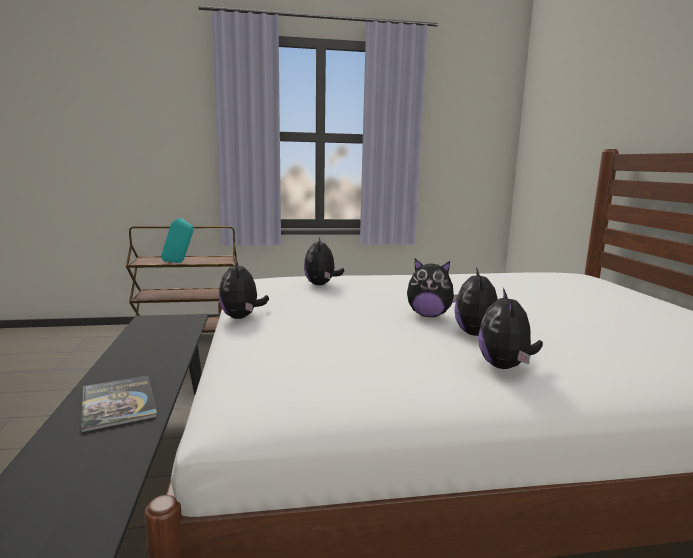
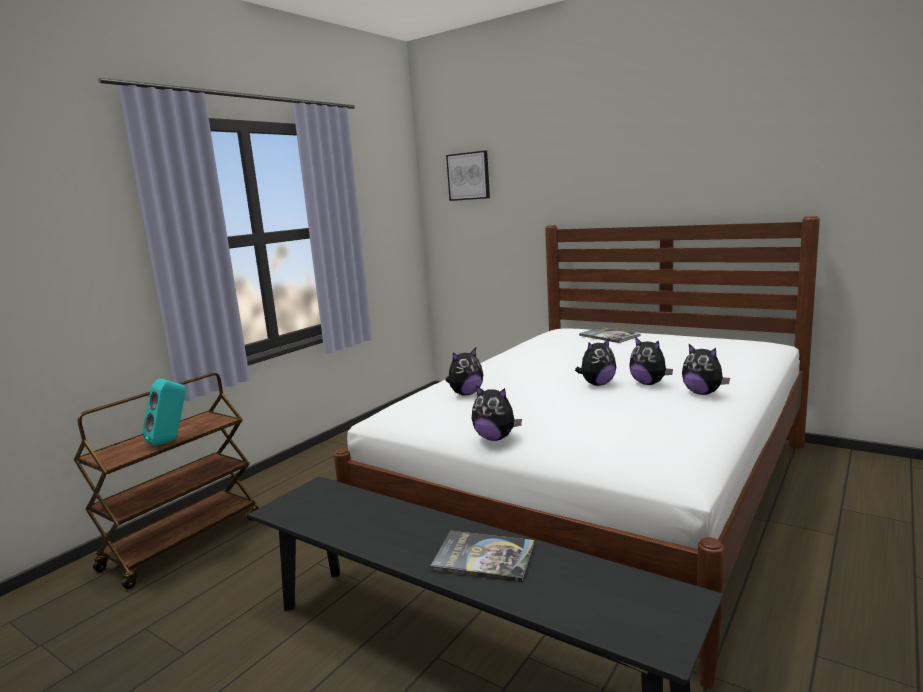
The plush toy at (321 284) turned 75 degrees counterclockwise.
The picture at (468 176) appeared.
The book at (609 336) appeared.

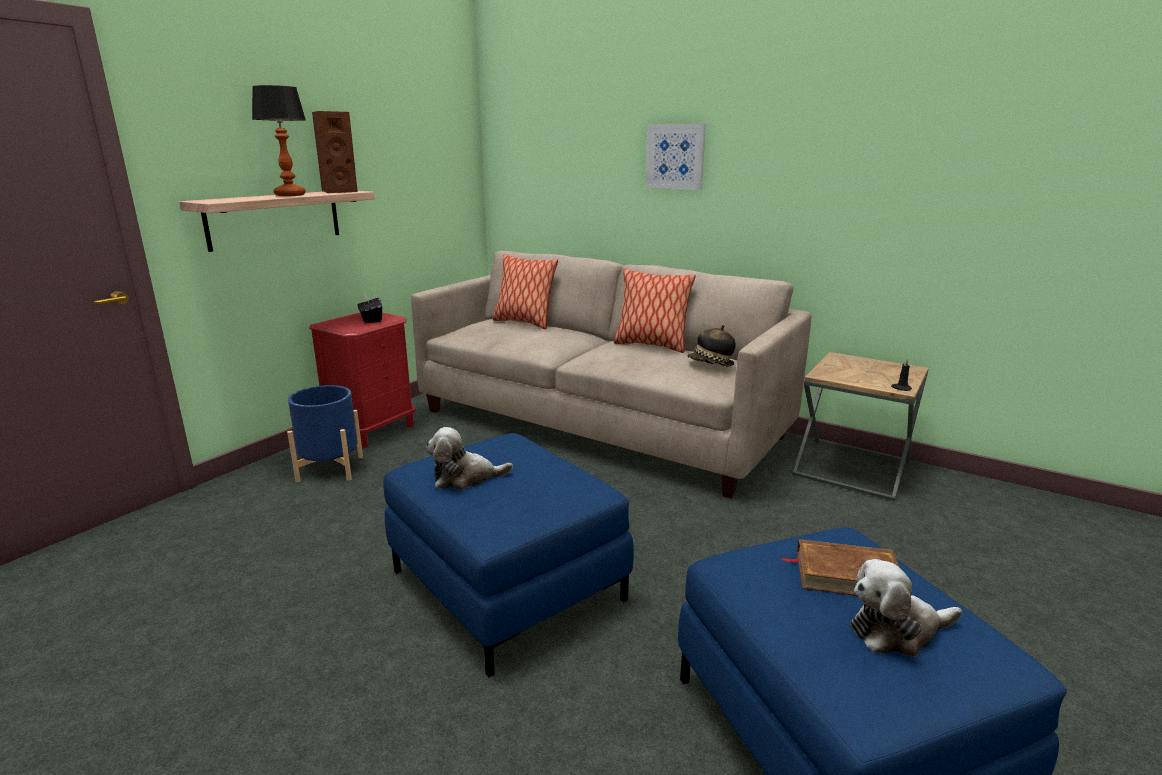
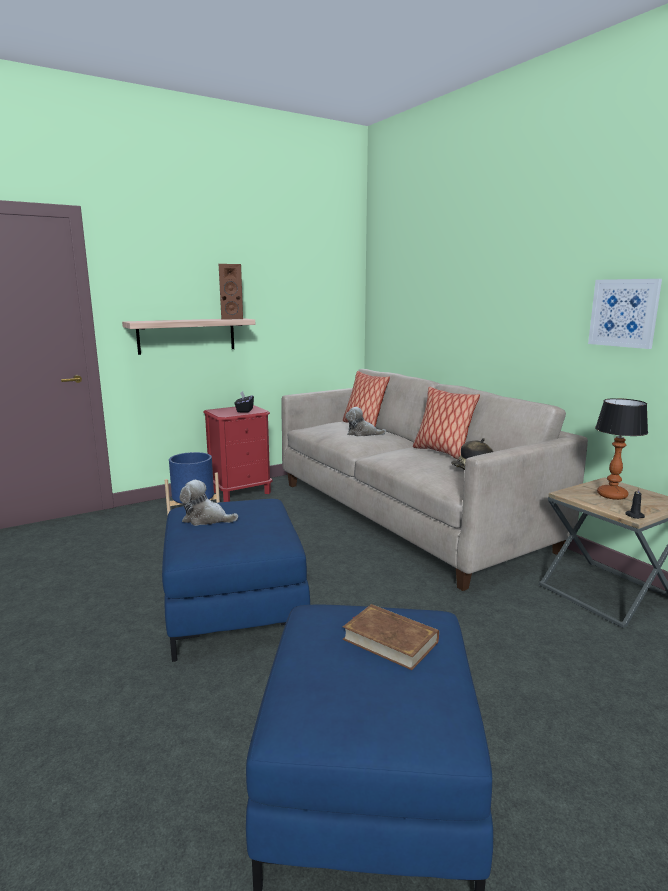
The table lamp moved from (290 195) to (612 495).
The picture moved from (675 156) to (624 313).
The plush toy moved from (896 631) to (362 434).

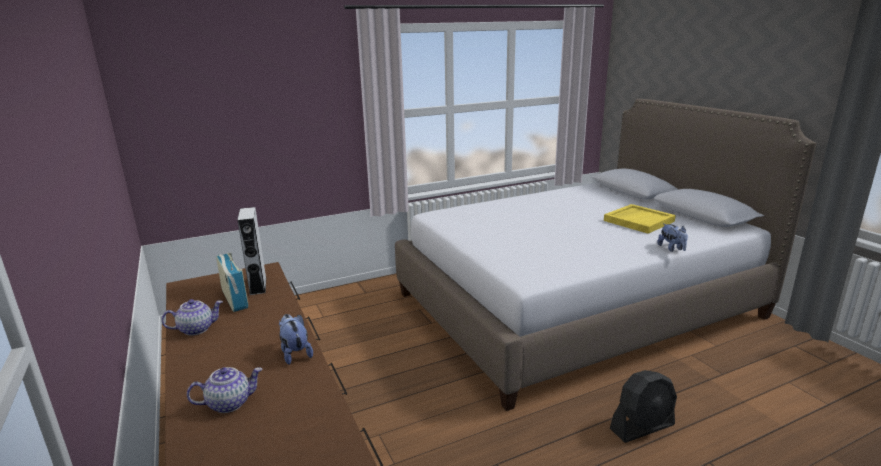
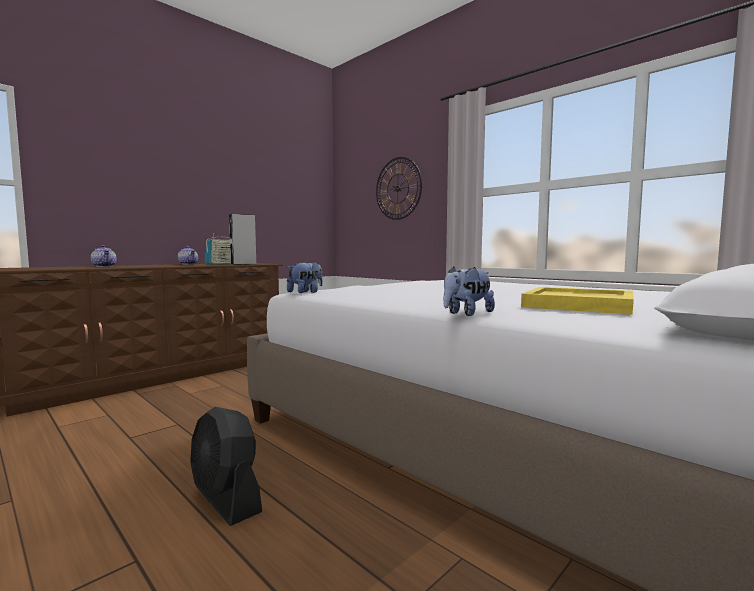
The plush toy moved from (295 353) to (305 292).
The wall clock at (398 188) appeared.

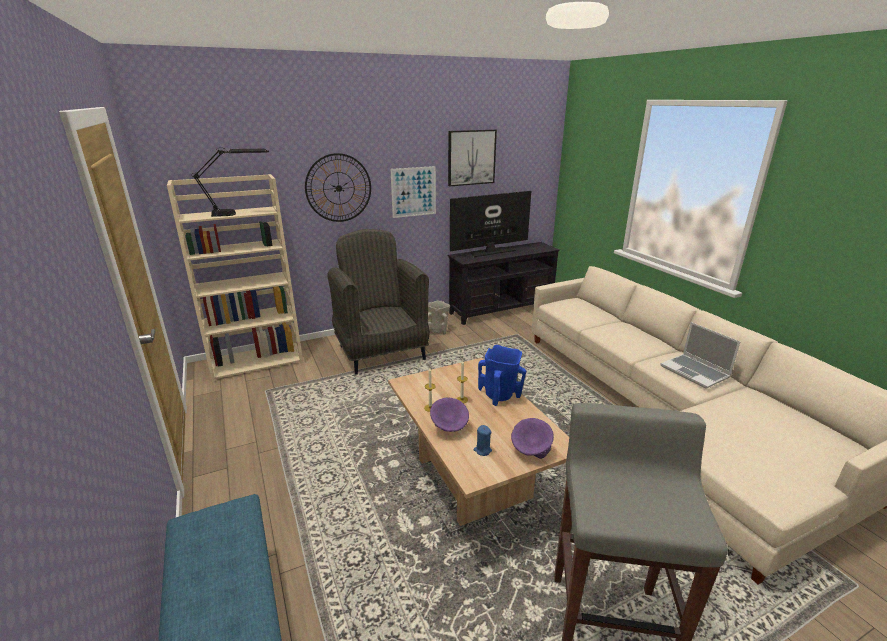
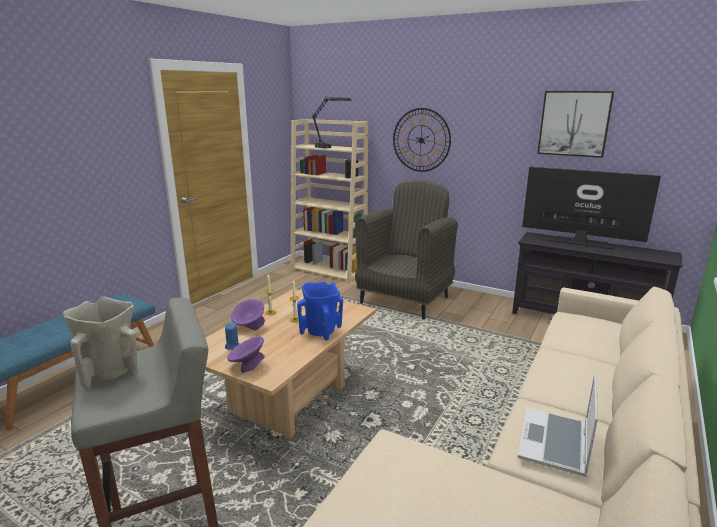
The picture at (413 192) disappeared.
The vase in beige moved from (438 330) to (110 372).

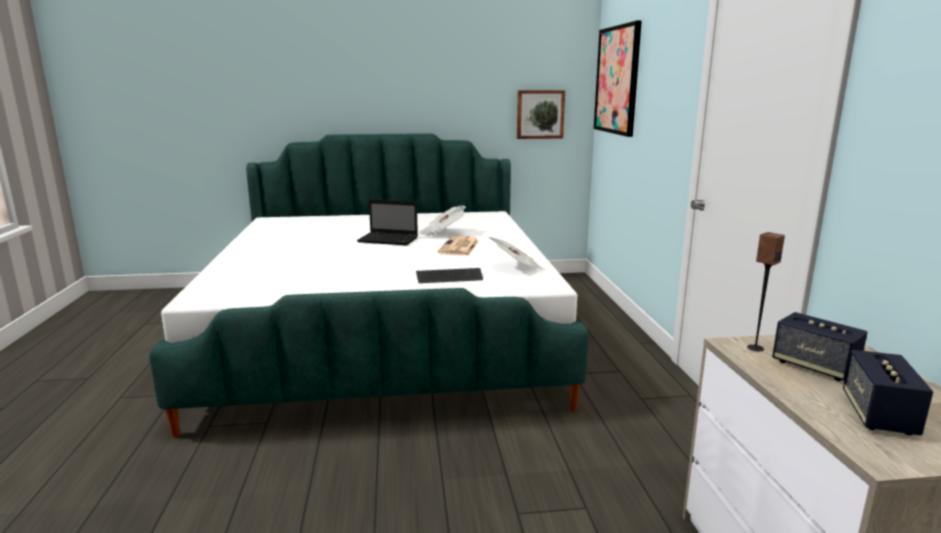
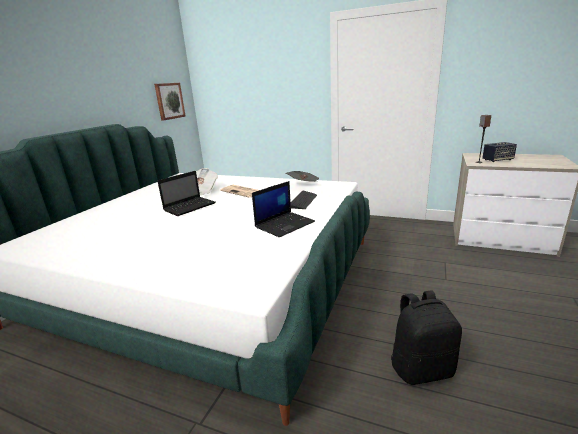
The picture at (617 80) disappeared.
The speaker at (878 415) disappeared.
The laptop at (285 224) appeared.
The backpack in black at (421 368) appeared.

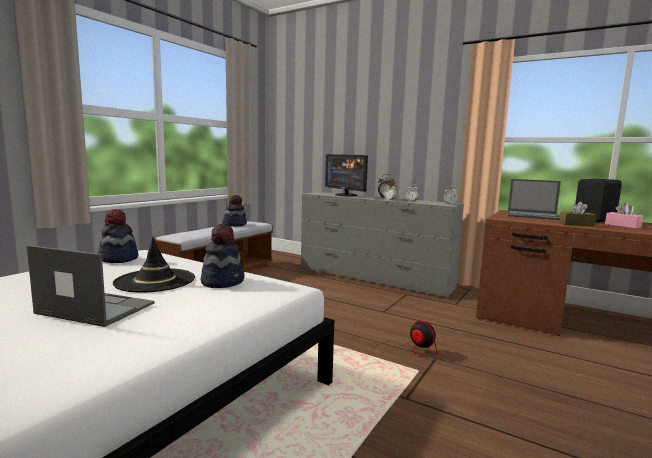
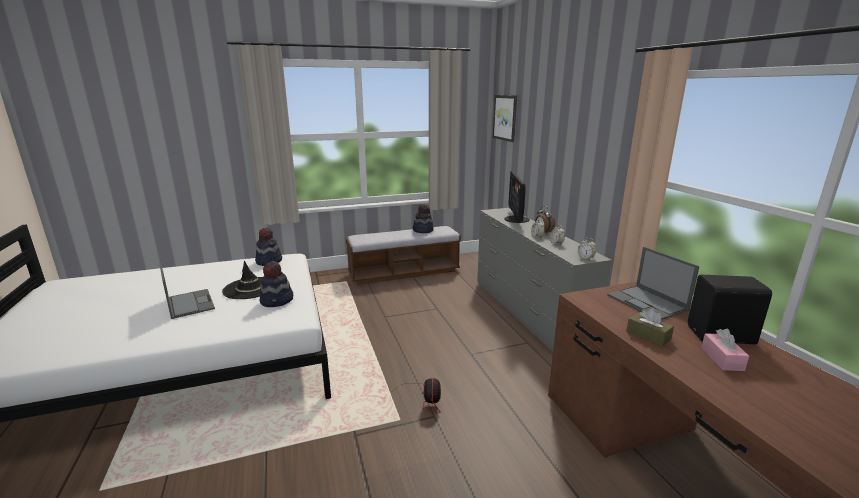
The picture at (505 117) appeared.

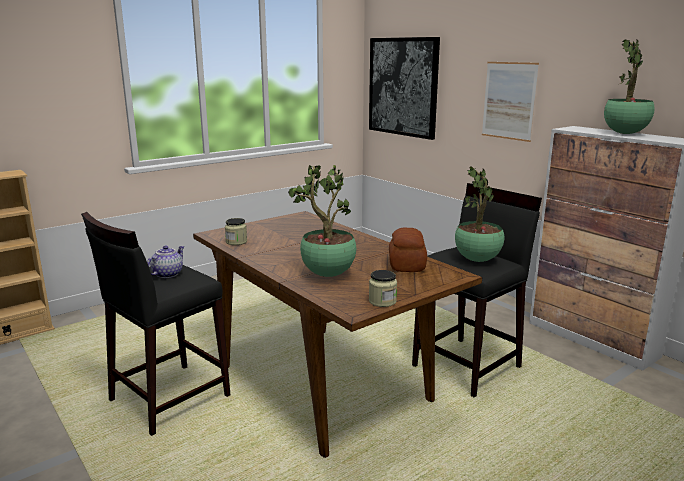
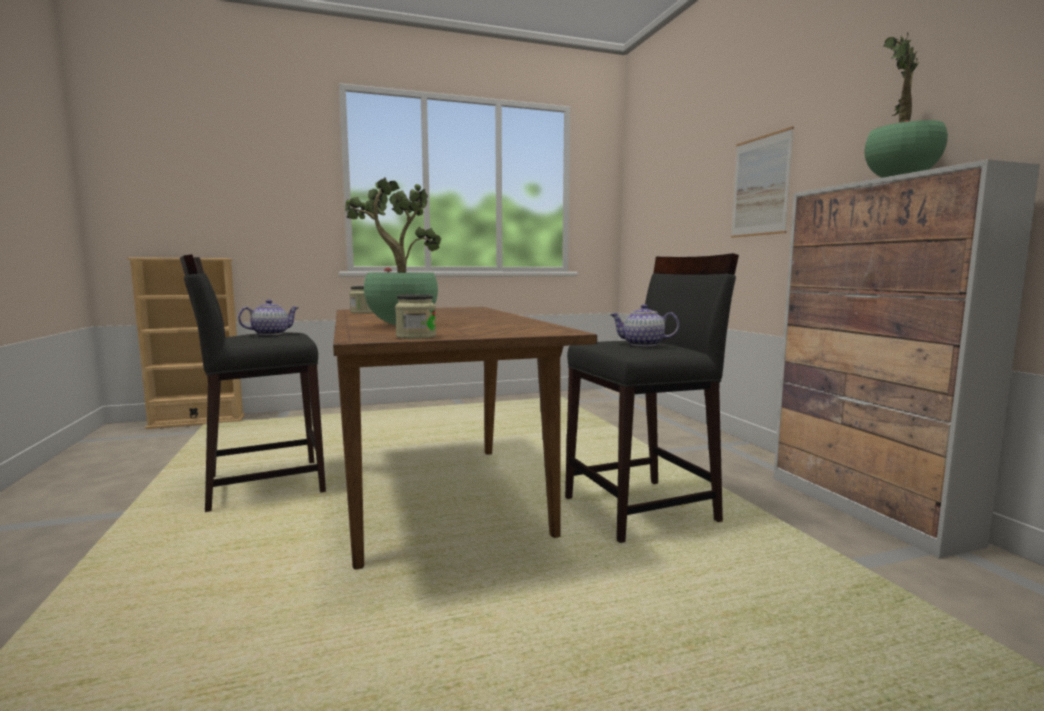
The picture at (403 87) disappeared.
The potted plant at (478 260) was replaced by the teapot at (642 344).
The bread at (407 264) disappeared.

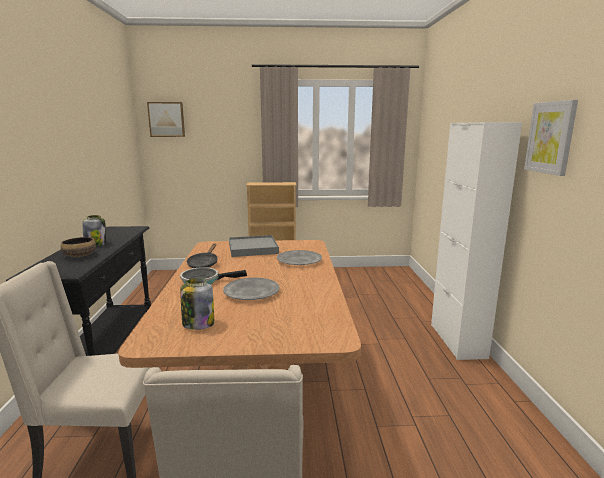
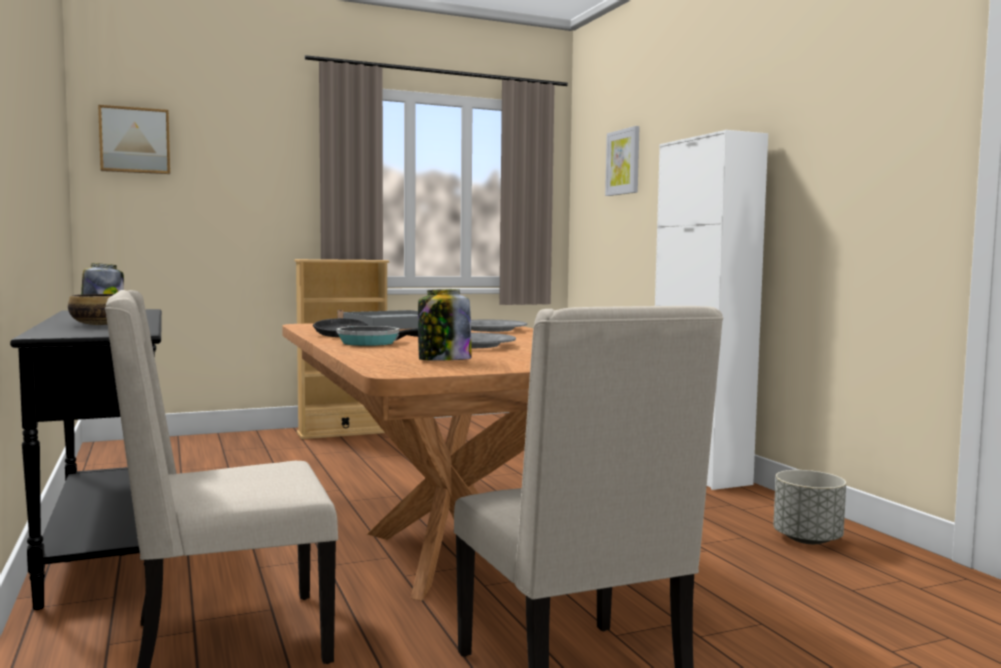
The picture moved from (551 137) to (623 162).
The planter in grey at (808 539) appeared.

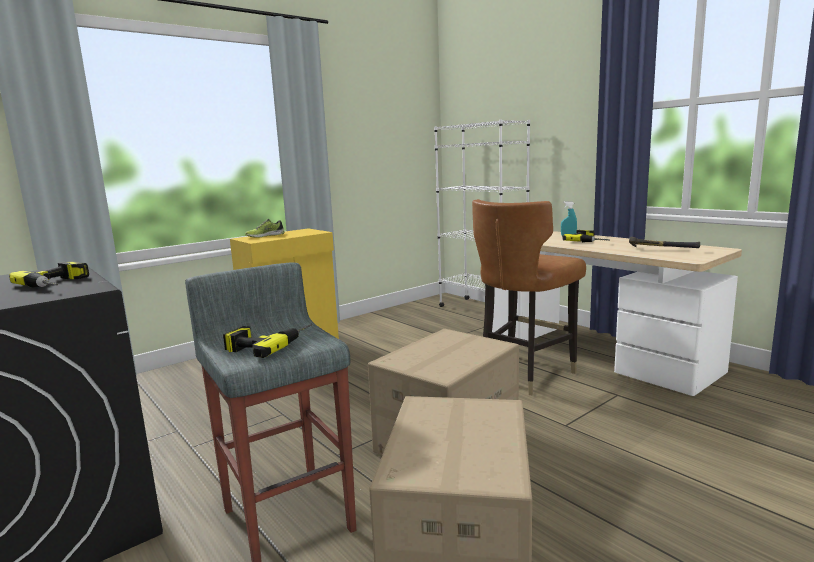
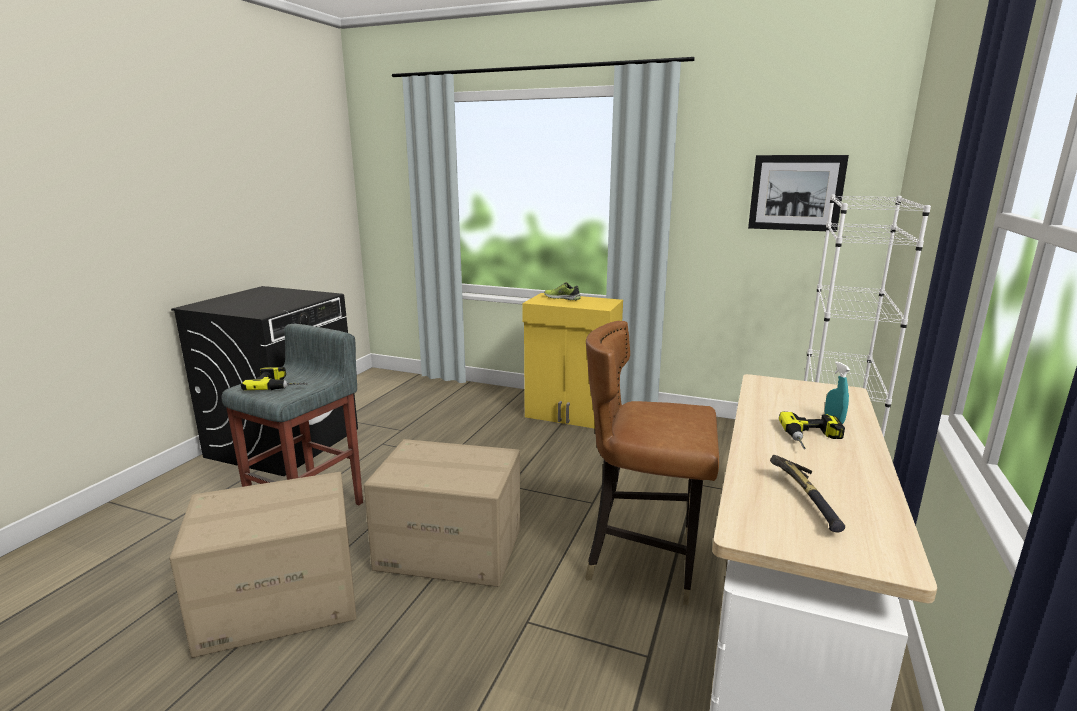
The power drill at (61 283) disappeared.
The picture at (796 193) appeared.

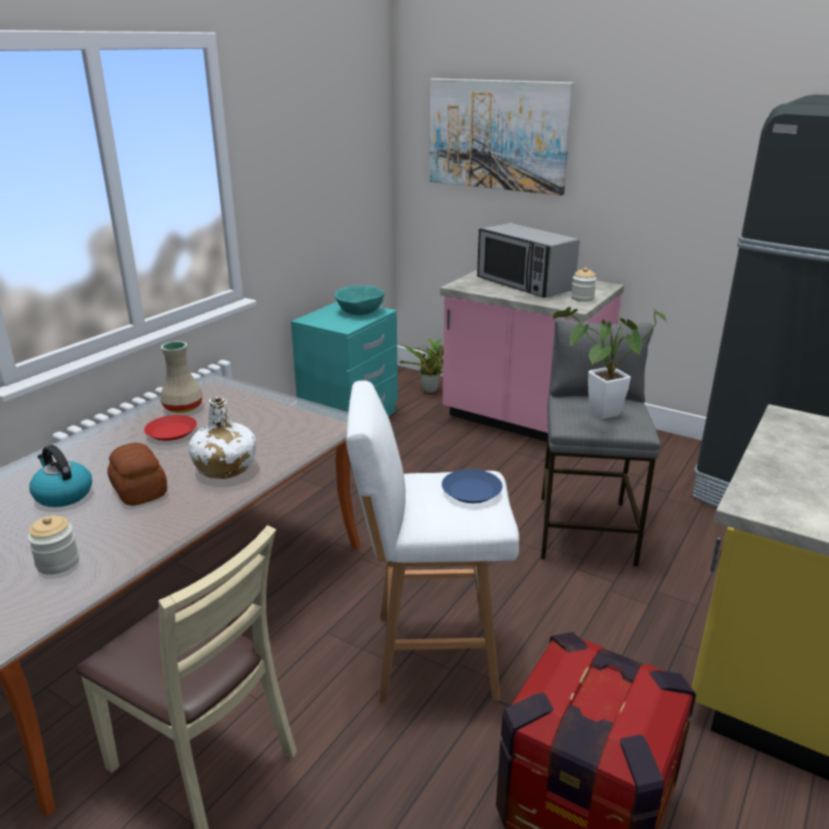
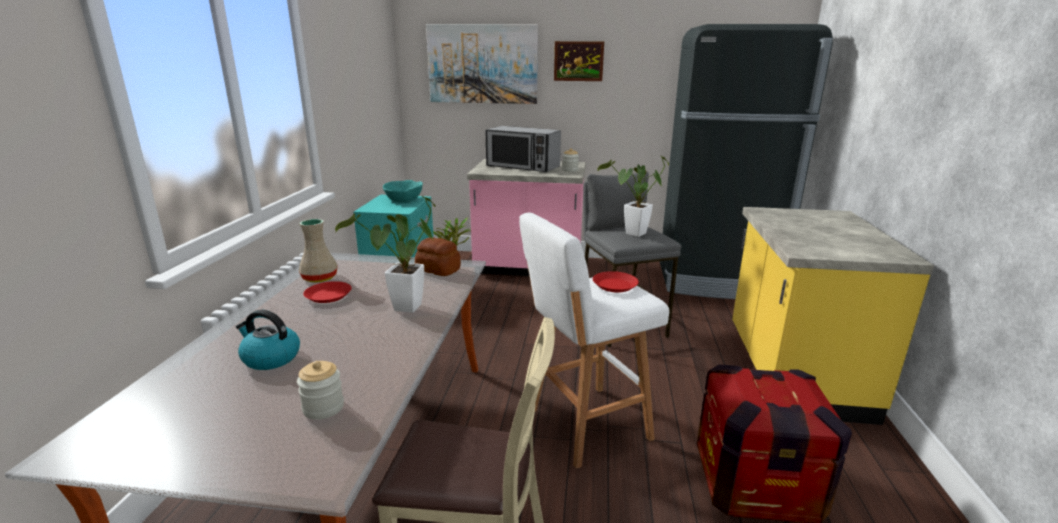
The bottle in white at (224 468) was replaced by the potted plant at (404 310).
The bread moved from (140 490) to (438 269).
The plate in blue at (471 491) became the plate in red at (614 285).
The picture at (578 61) appeared.

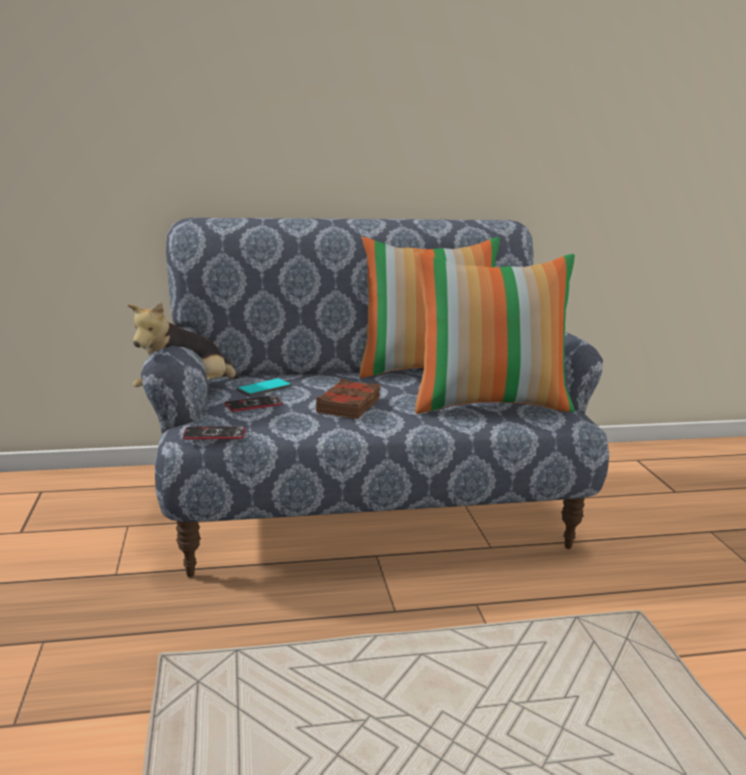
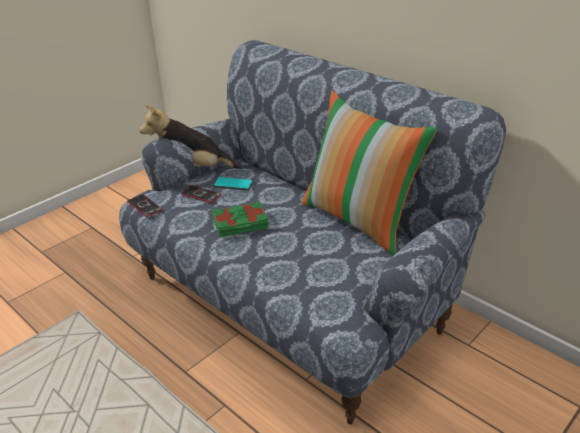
The pillow at (490 404) disappeared.
The book in brown at (350 405) became the book in green at (240 224).

